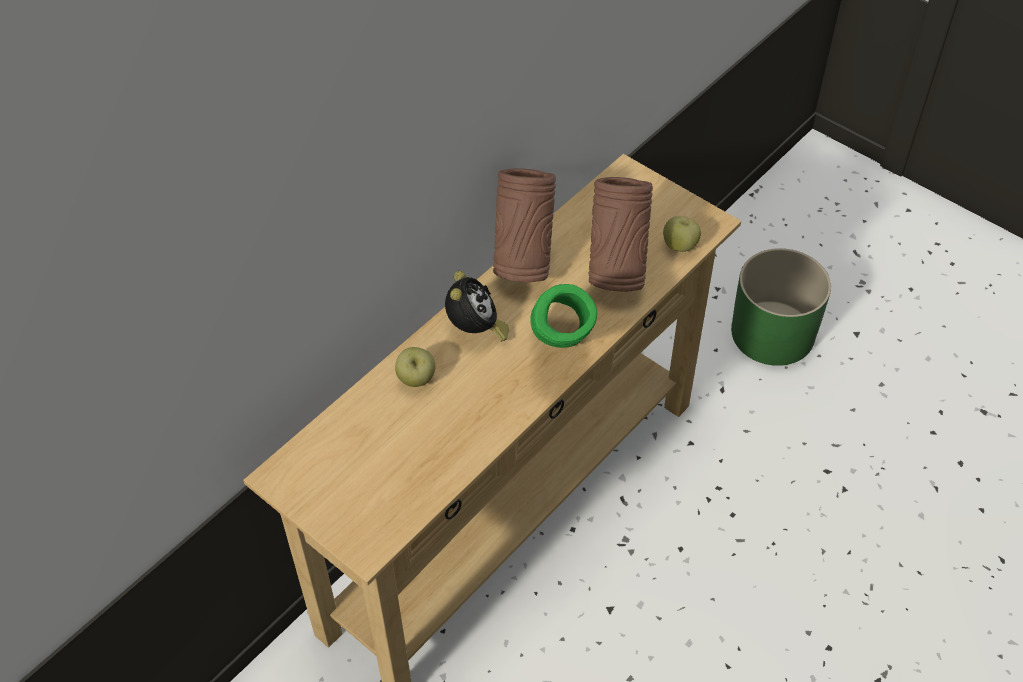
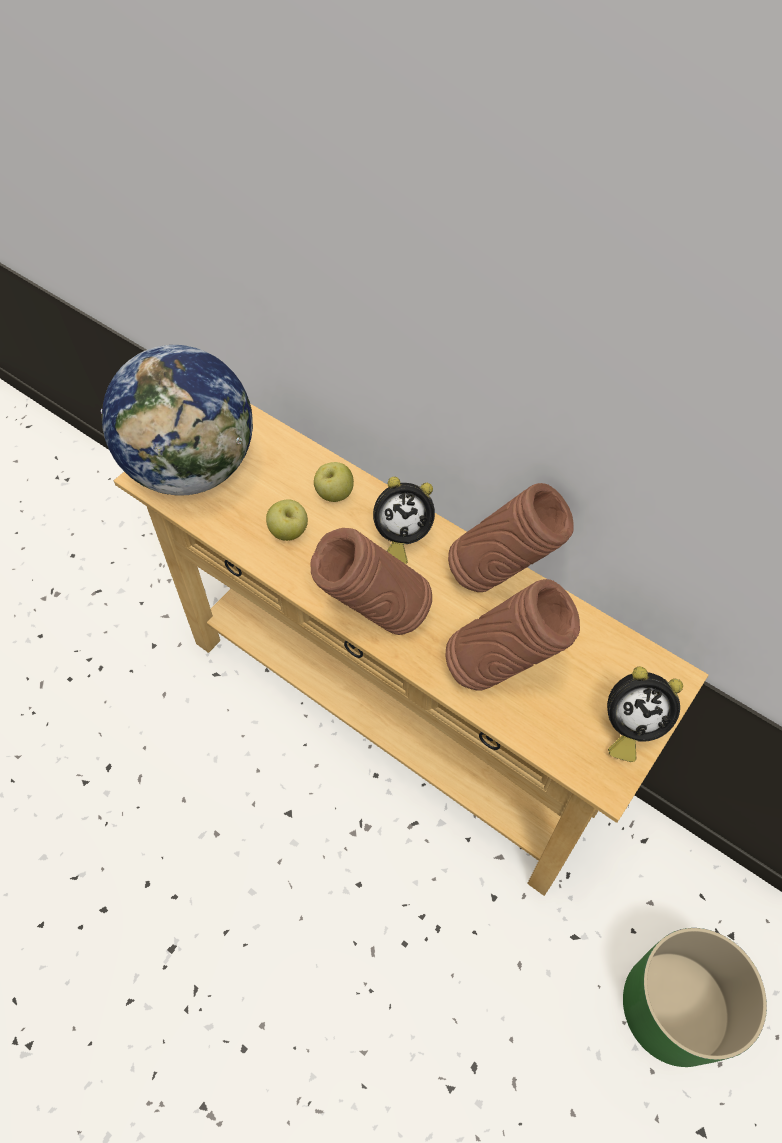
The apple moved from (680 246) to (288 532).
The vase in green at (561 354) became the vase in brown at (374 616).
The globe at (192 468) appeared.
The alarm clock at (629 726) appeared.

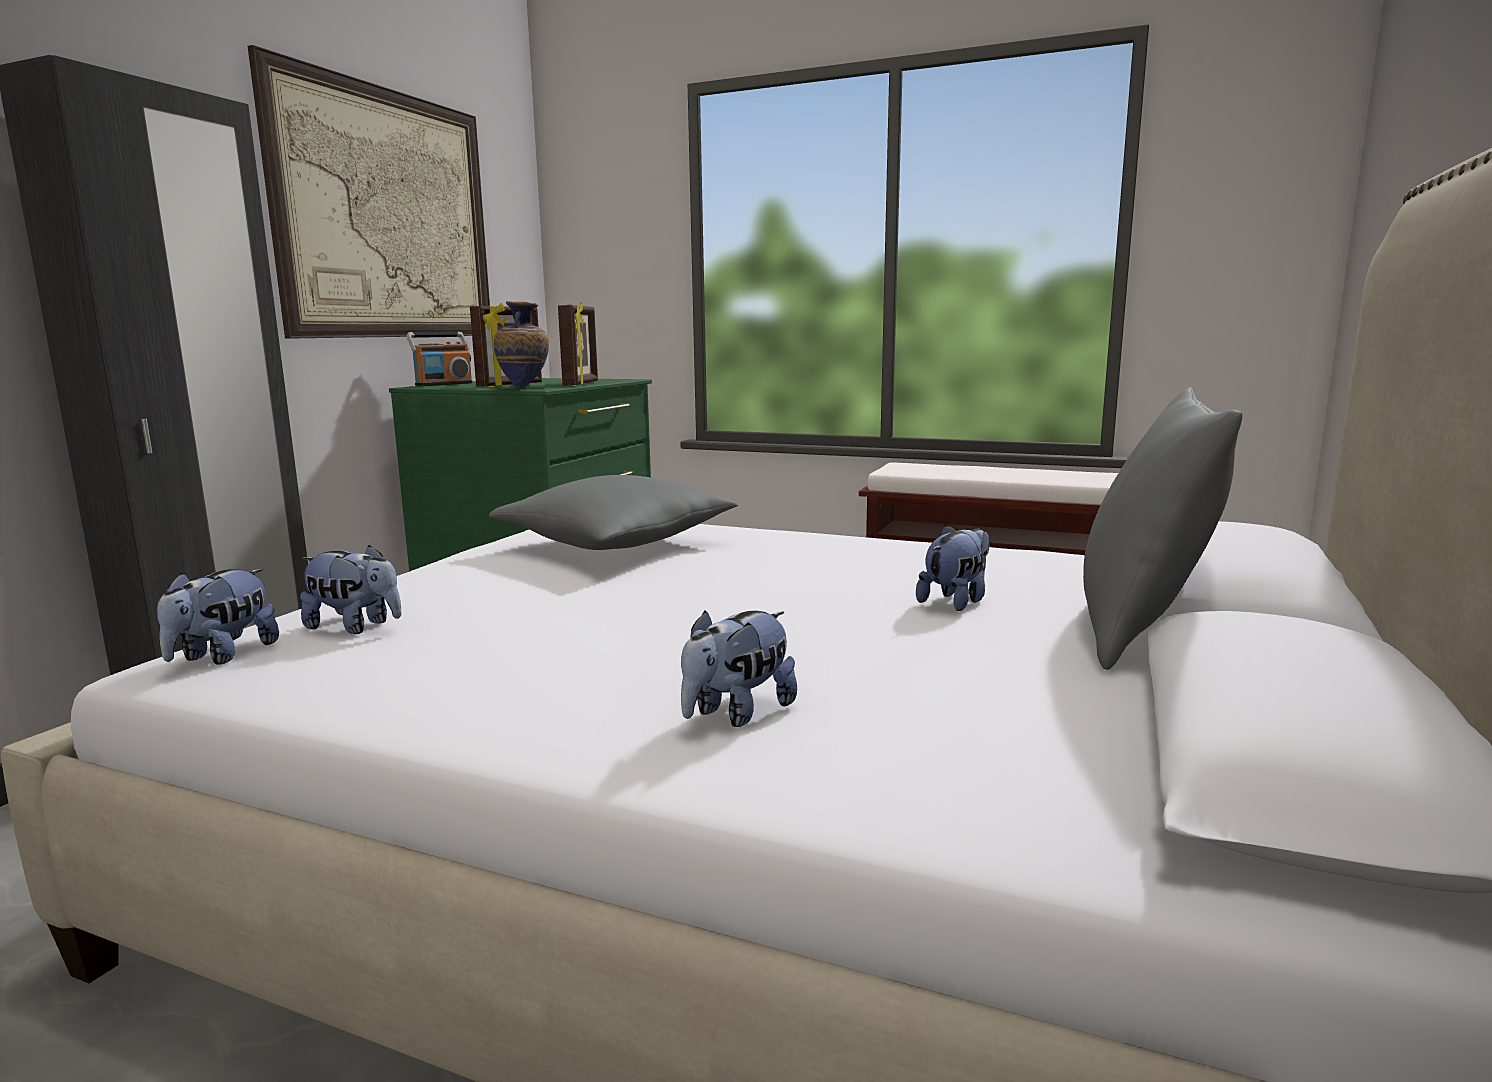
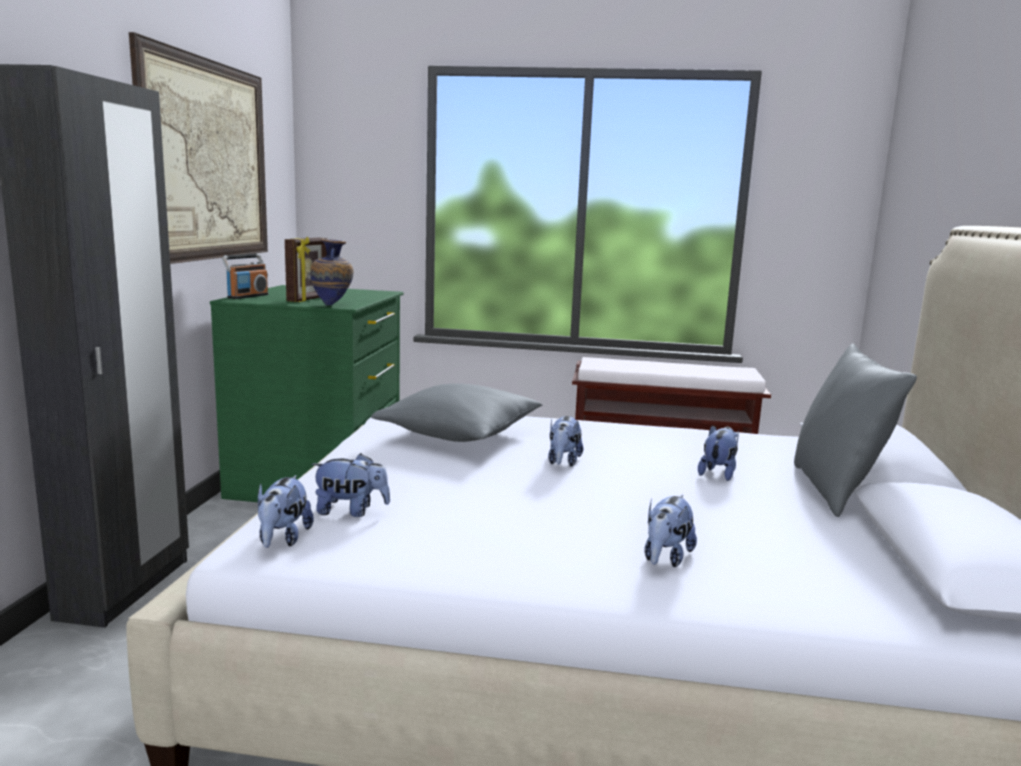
The picture frame at (582 384) disappeared.
The plush toy at (563 462) appeared.

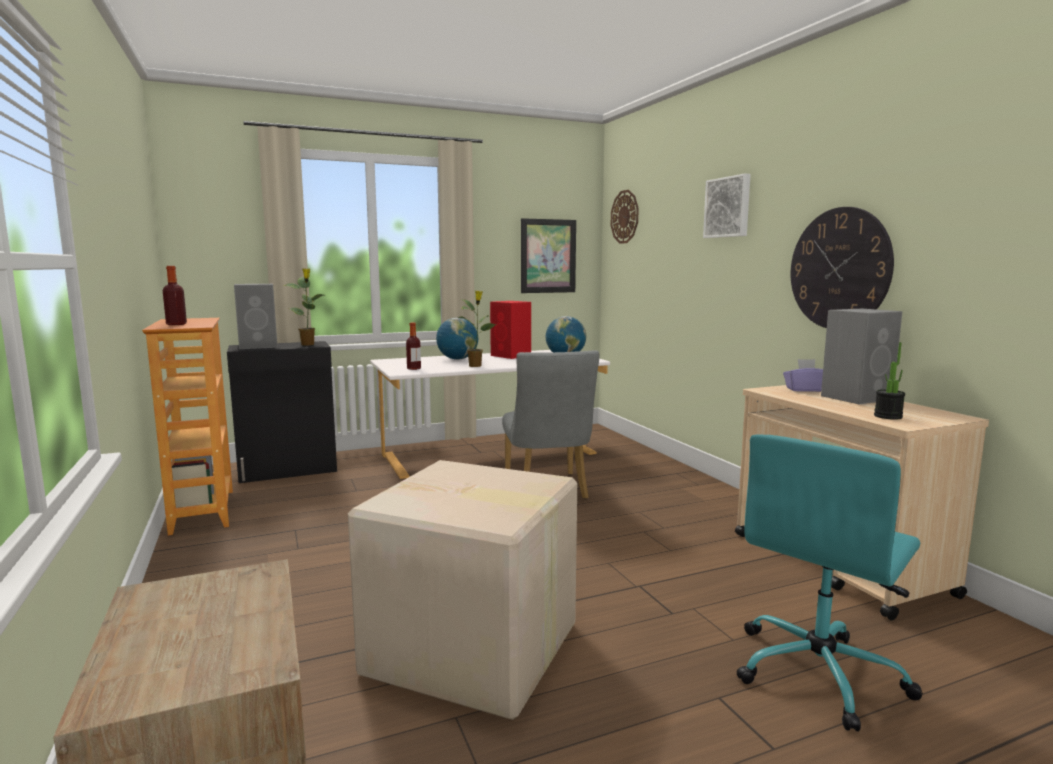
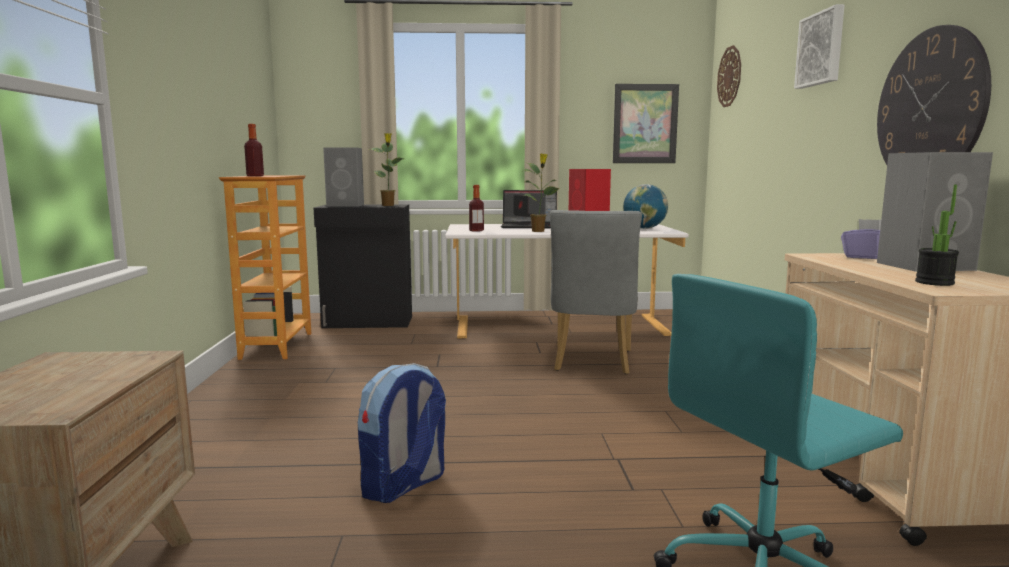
The globe at (457 359) was replaced by the laptop at (530 226).
The cardboard box at (473 651) was replaced by the backpack at (404 485).

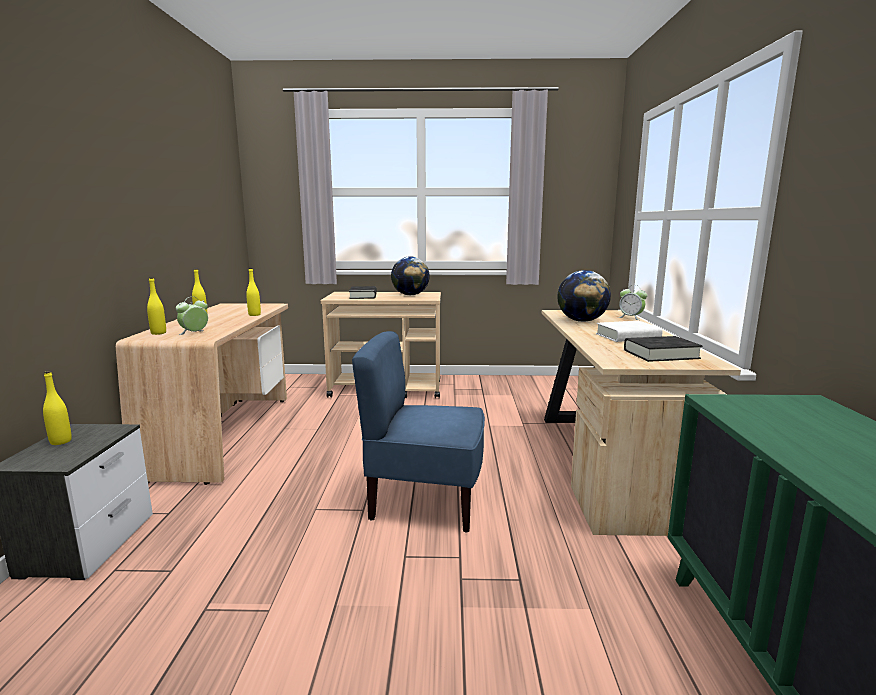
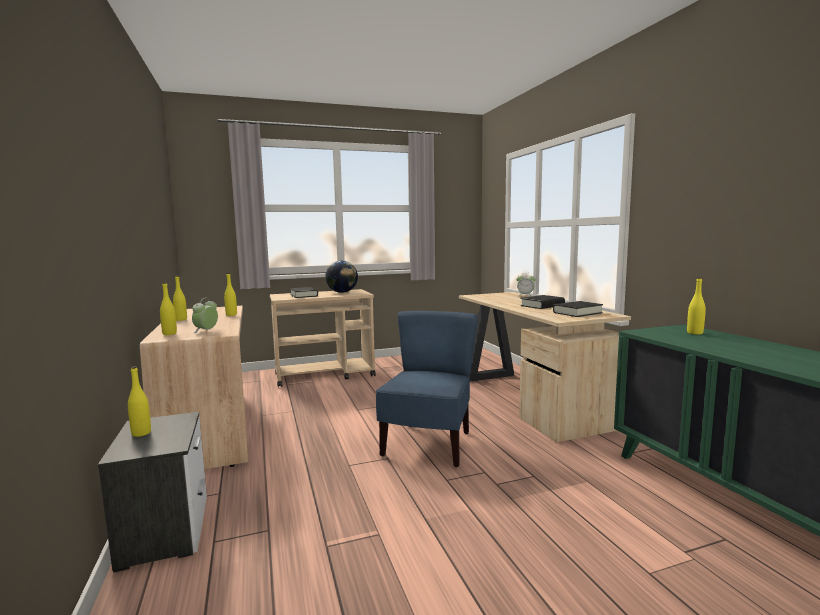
The globe at (582 321) disappeared.
The book in white at (628 336) became the book in black at (542 305).
The chair in blue at (425 501) turned 120 degrees clockwise.
The bottle in yellow at (695 333) appeared.

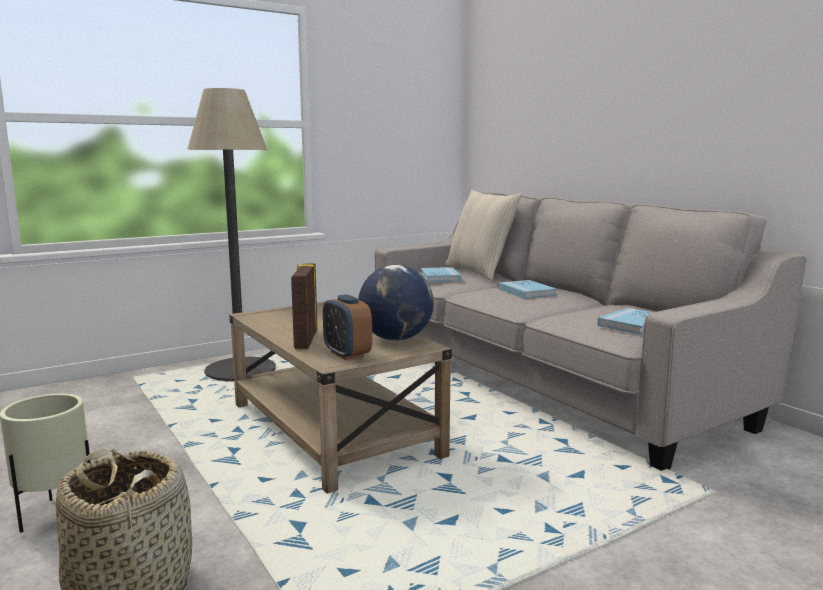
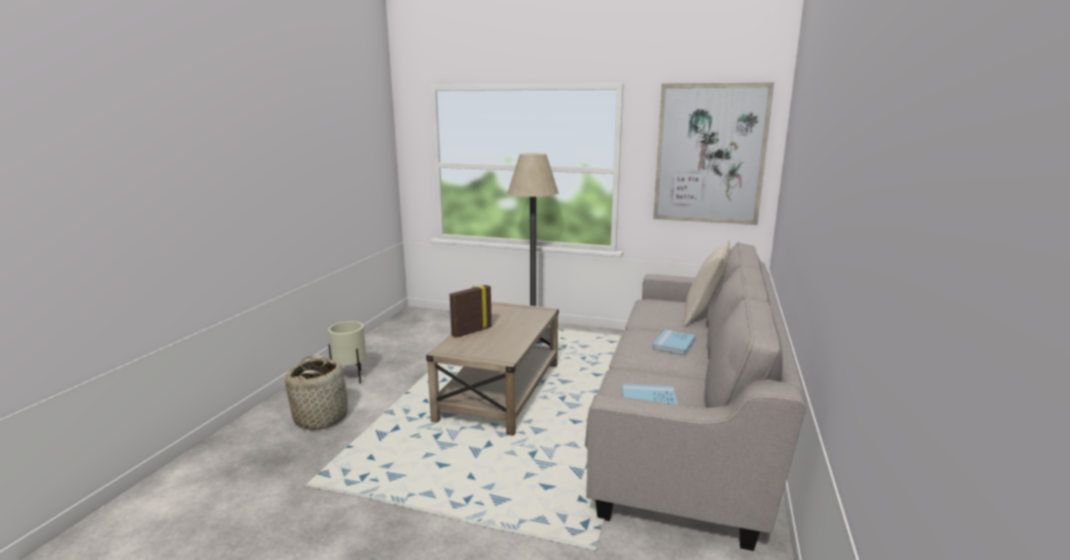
The globe at (395 339) disappeared.
The book in blue at (440 277) disappeared.
The alarm clock at (347 354) disappeared.
The picture at (710 154) appeared.

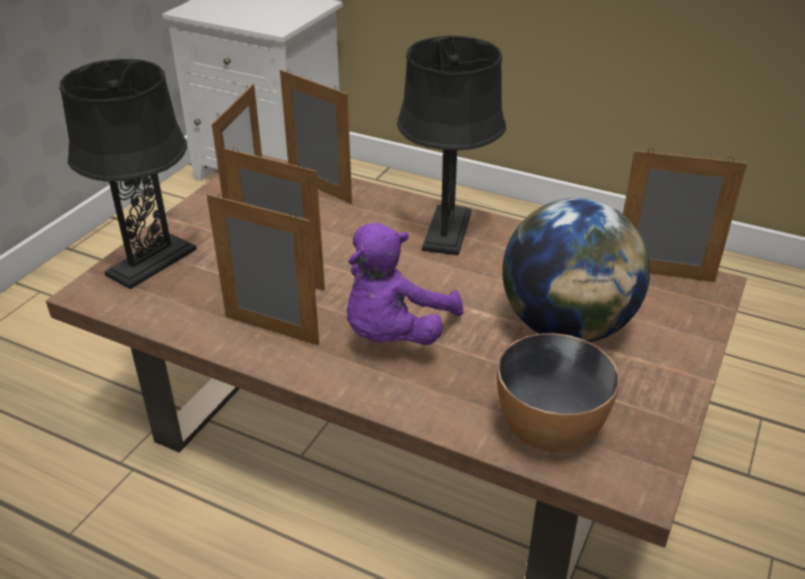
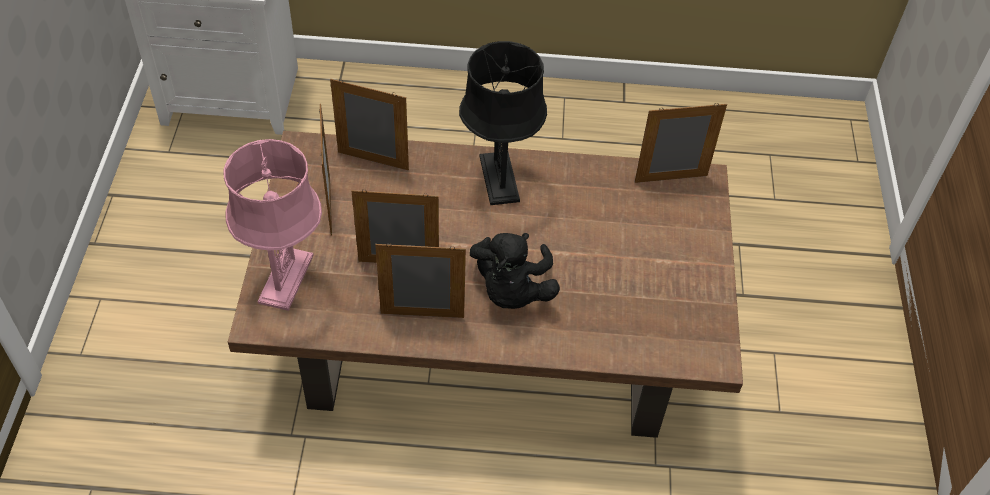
The table lamp in black at (151 262) became the table lamp in pink at (286 279).
The globe at (566 327) disappeared.
The plush toy in purple at (394 334) became the plush toy in black at (511 291).
The bowl at (548 430) disappeared.

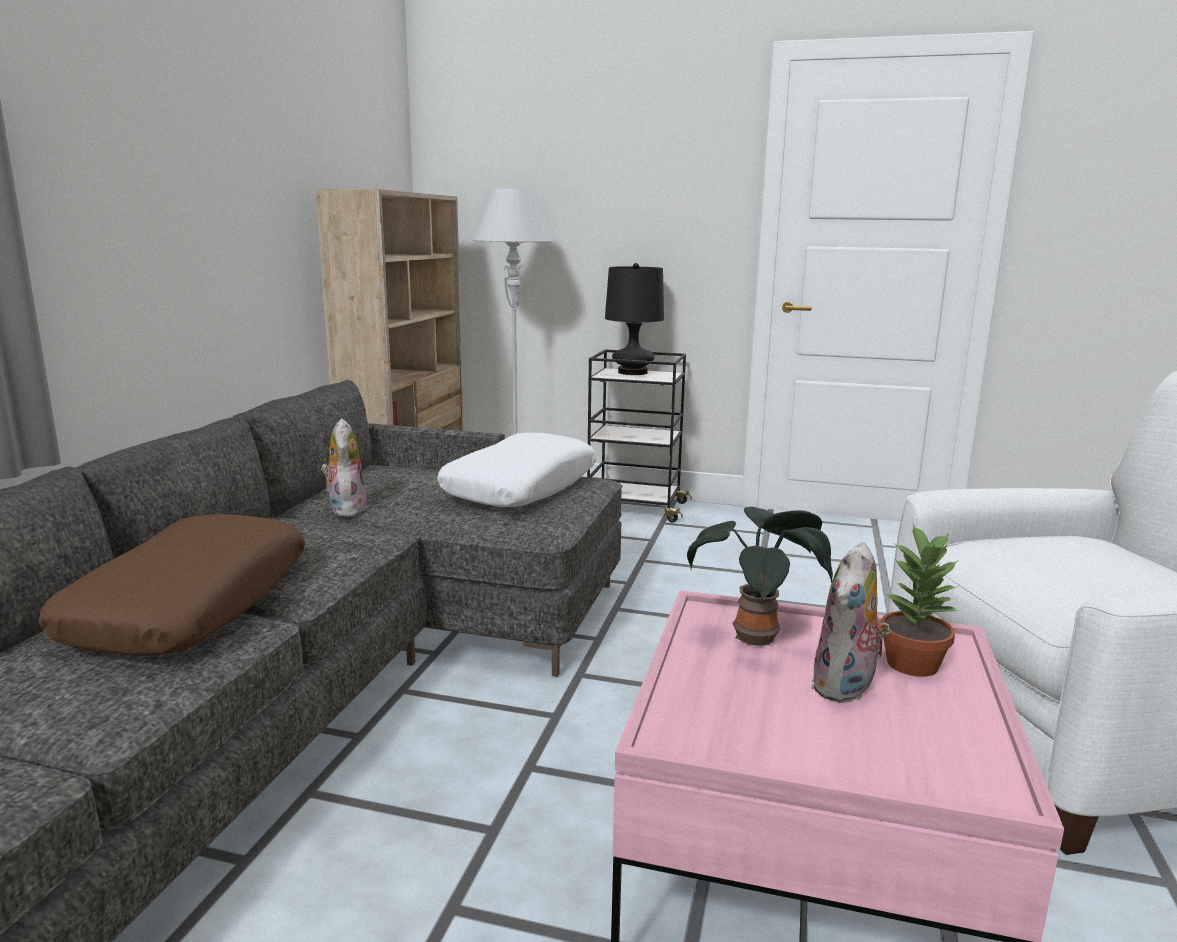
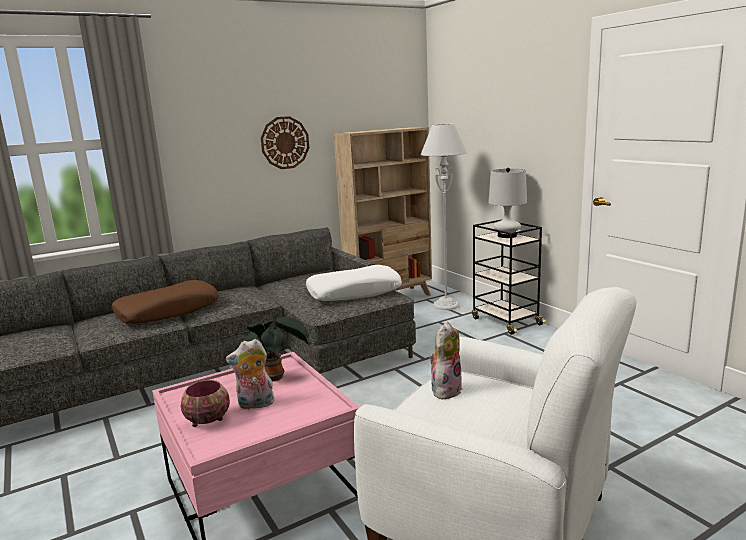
The table lamp in black at (632 372) became the table lamp in white at (507 236).
The plush toy moved from (346 509) to (445 389).
The potted plant at (912 663) disappeared.
The wall clock at (285 142) appeared.
The bowl at (207 420) appeared.

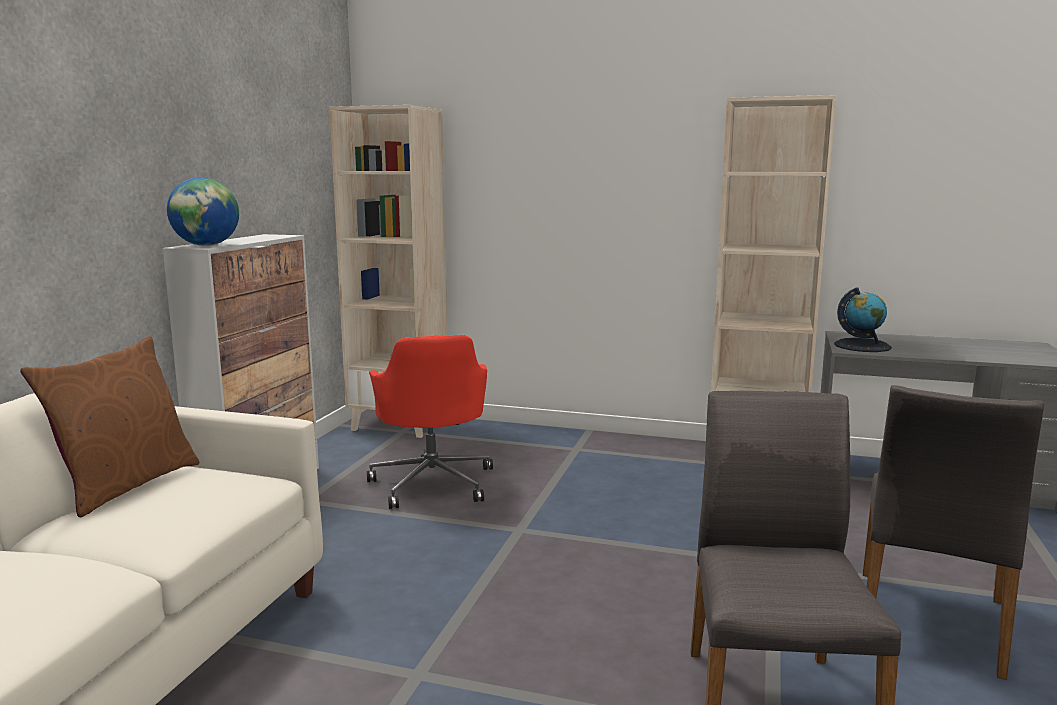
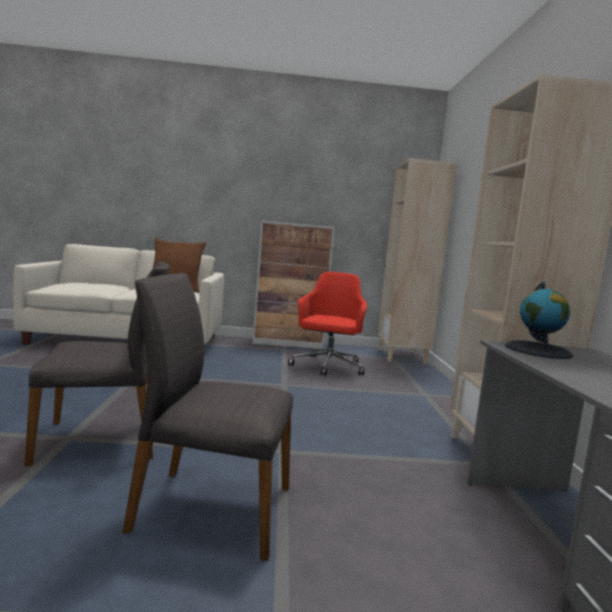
The globe at (206 245) disappeared.
The office chair in red at (433 483) turned 135 degrees clockwise.

